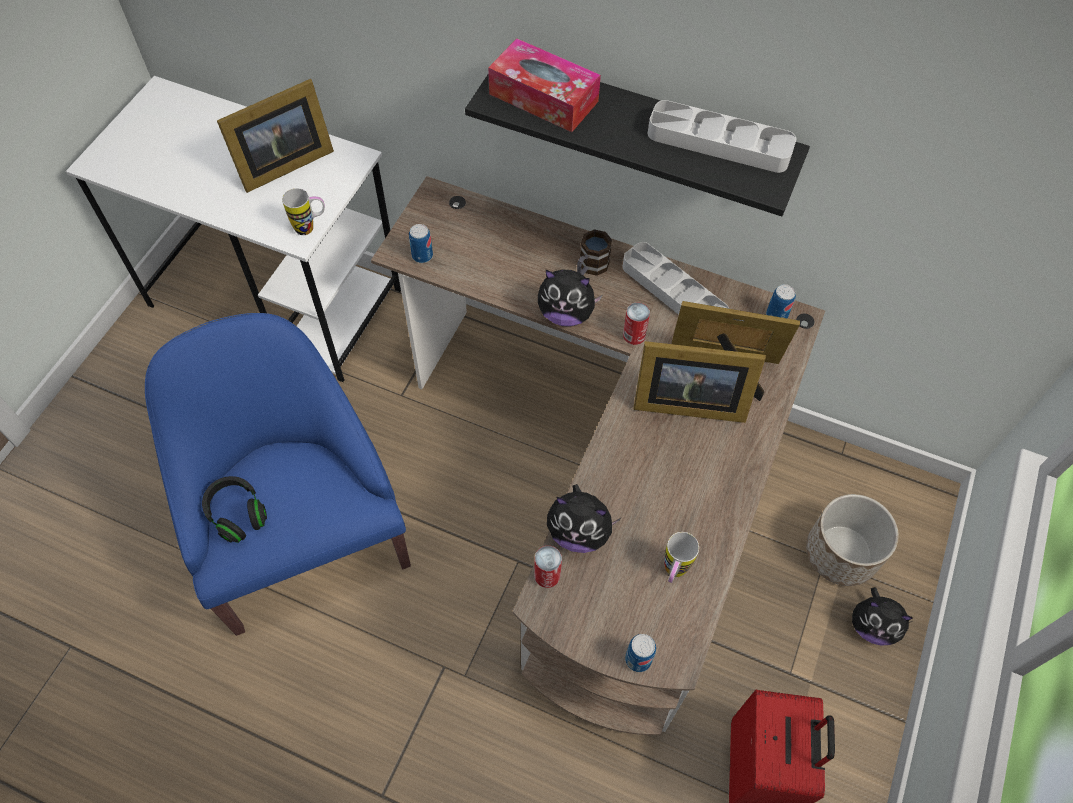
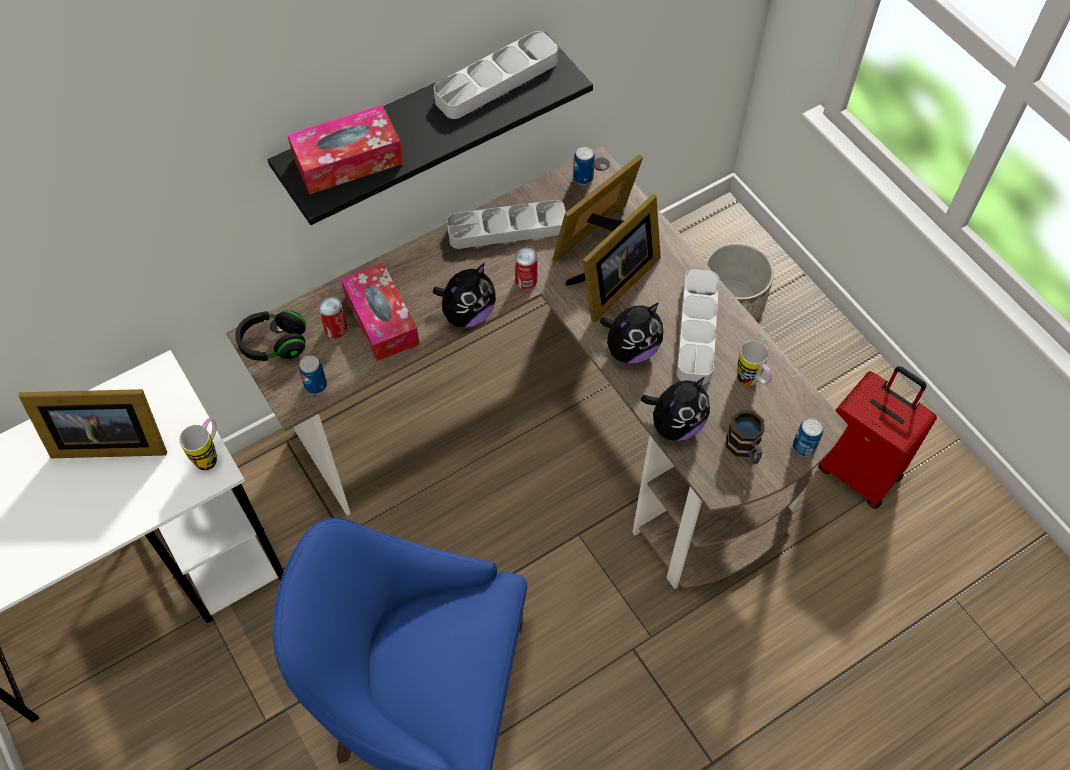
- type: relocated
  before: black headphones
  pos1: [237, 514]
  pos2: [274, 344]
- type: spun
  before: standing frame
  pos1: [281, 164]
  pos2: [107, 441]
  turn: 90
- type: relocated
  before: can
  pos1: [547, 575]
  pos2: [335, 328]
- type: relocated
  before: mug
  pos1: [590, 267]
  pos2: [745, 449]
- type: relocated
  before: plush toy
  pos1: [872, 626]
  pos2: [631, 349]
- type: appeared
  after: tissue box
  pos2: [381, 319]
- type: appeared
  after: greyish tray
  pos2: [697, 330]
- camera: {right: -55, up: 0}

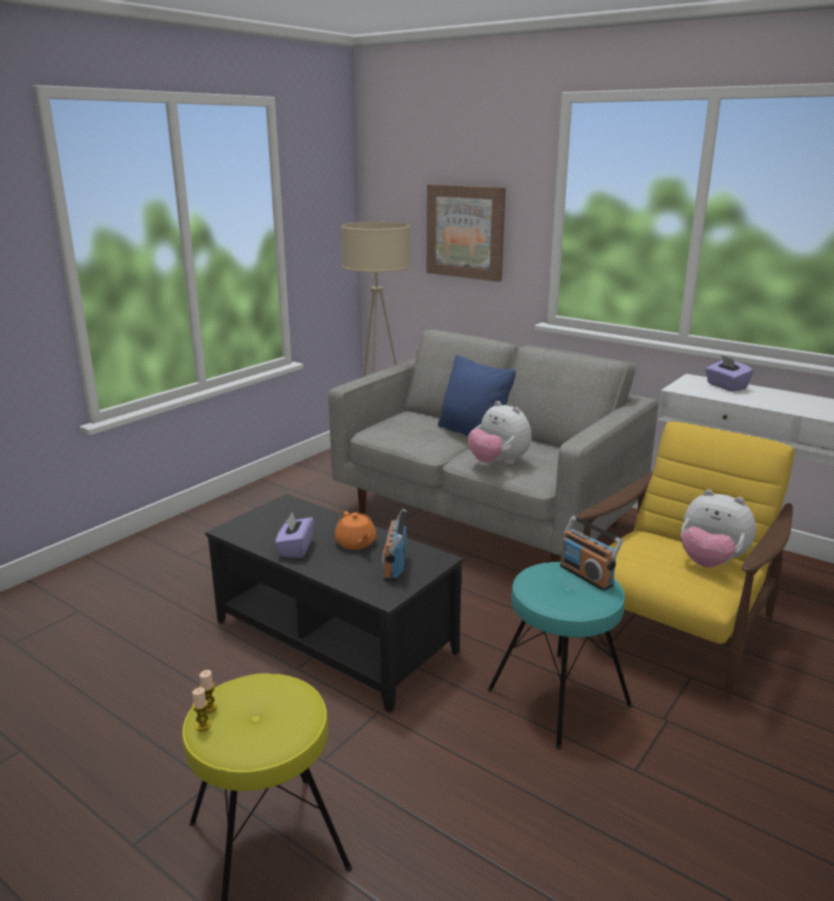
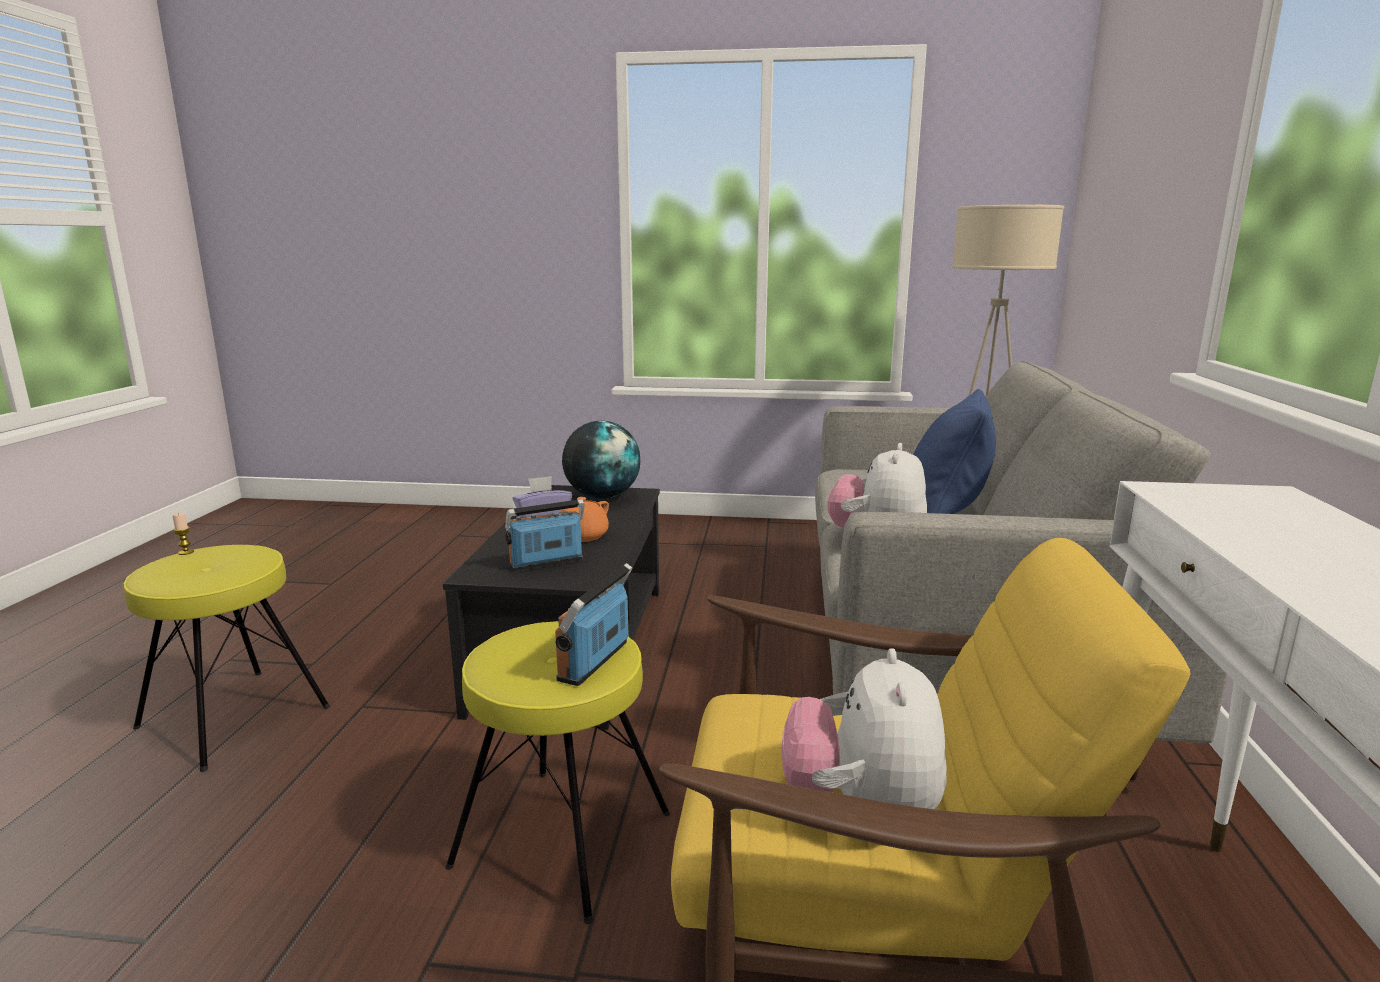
- type: missing
  before: candle
  pos1: [209, 708]
- type: missing
  before: wall picture
  pos1: [465, 232]
- type: colour
  before: turquoise-coloured sitting stool
  after: yellow sitting stool
  pos1: [559, 698]
  pos2: [563, 840]
- type: missing
  before: purple-coloured tissue box
  pos1: [726, 386]
- type: appeared
  after: desk globe
  pos2: [602, 497]
- camera: {right: 60, up: -5}

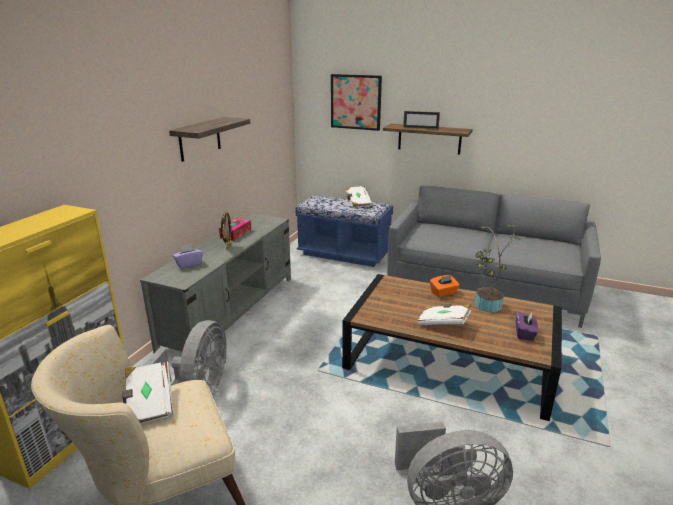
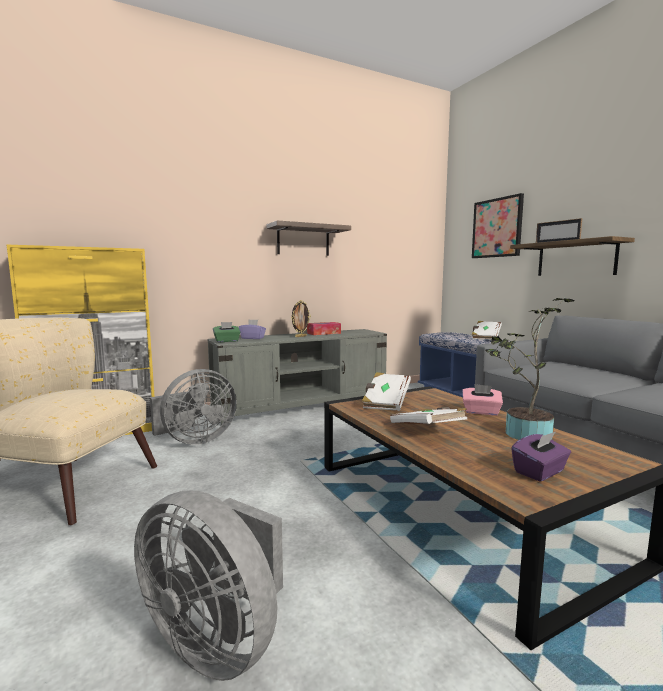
- type: relocated
  before: whitish volume
  pos1: [149, 404]
  pos2: [385, 402]
- type: colour
  before: orange-coloured tissue box
  after: pink-coloured tissue box
  pos1: [443, 293]
  pos2: [481, 412]
- type: appeared
  after: green-coloured tissue box
  pos2: [227, 341]
- camera: {right: 40, up: -15}

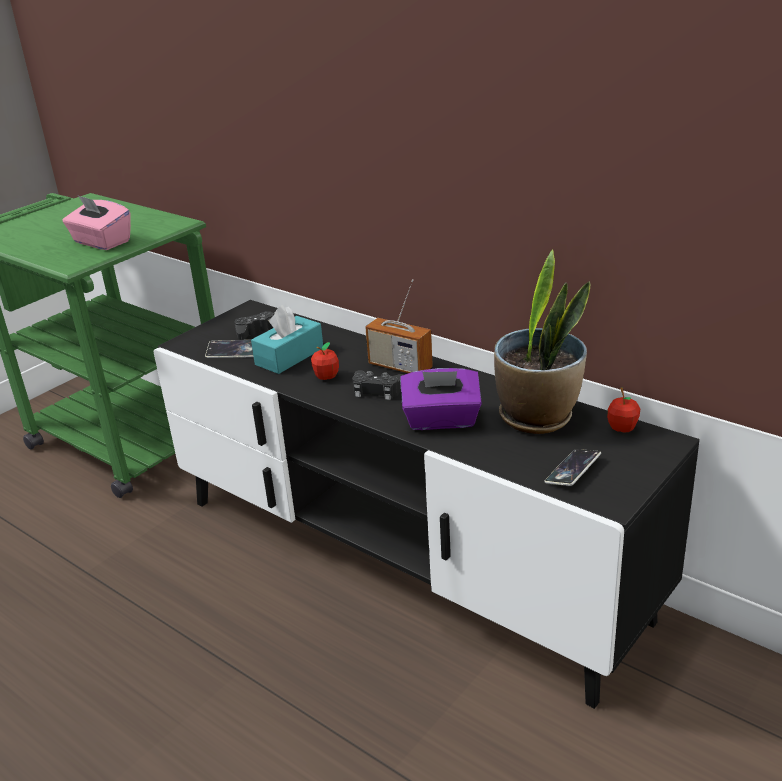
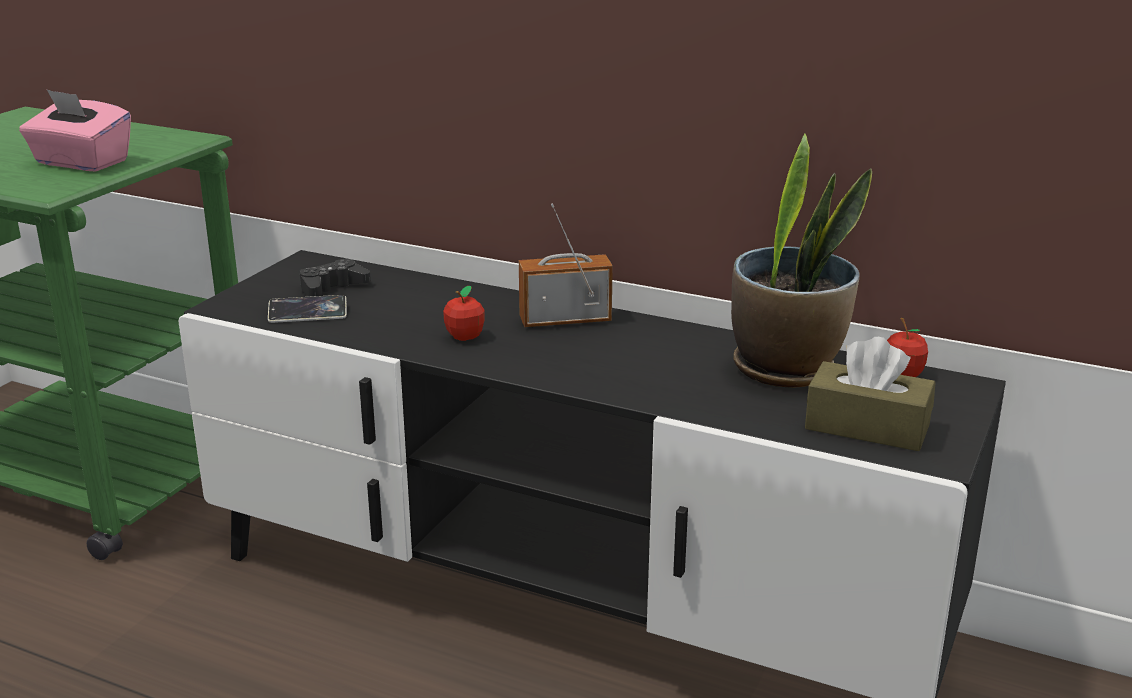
- type: missing
  before: turquoise-coloured tissue box
  pos1: [289, 356]
- type: missing
  before: black joypad
  pos1: [377, 390]
- type: spun
  before: radio receiver
  pos1: [400, 367]
  pos2: [565, 320]
  turn: 150
- type: missing
  before: purple-coloured tissue box
  pos1: [441, 420]
- type: exchanged
  before: telephone
  after: brown-coloured tissue box
  pos1: [572, 471]
  pos2: [867, 427]
- camera: {right: -15, up: -5}

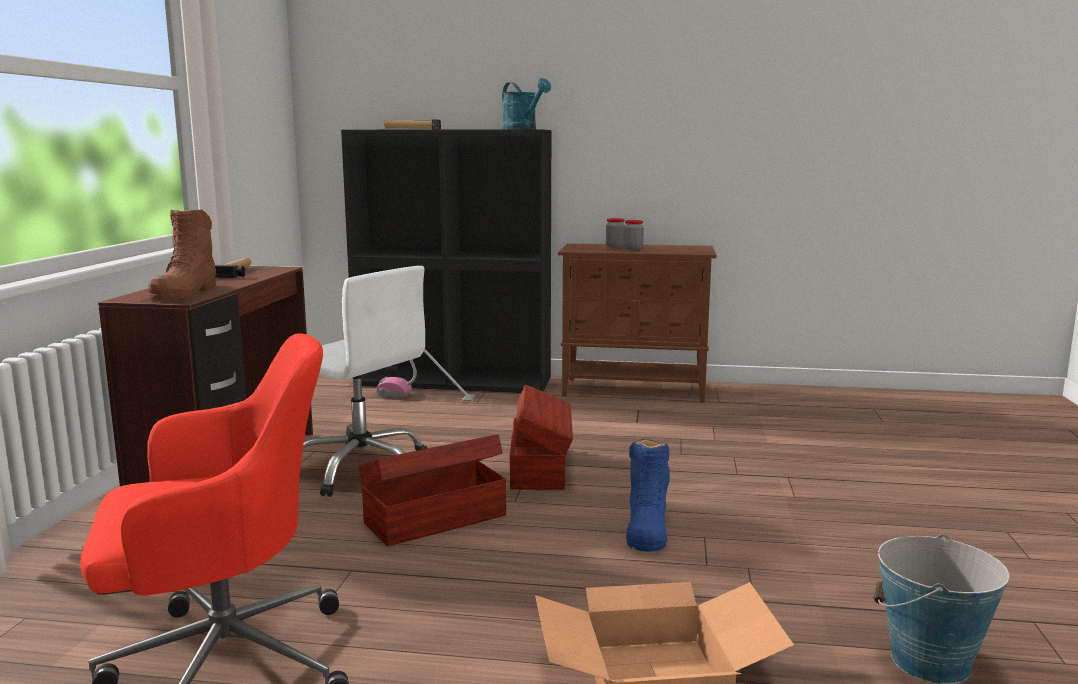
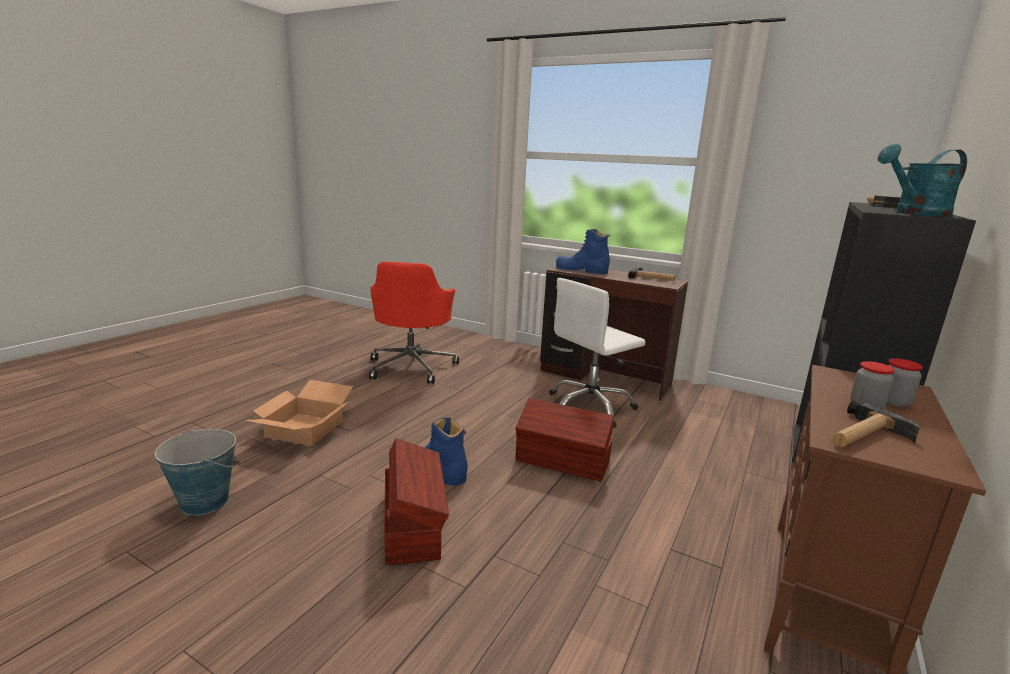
- type: colour
  before: brown-coloured high-top boot
  after: bluish high-top boot
  pos1: [186, 292]
  pos2: [581, 270]
- type: relocated
  before: brown-coloured storage box
  pos1: [433, 519]
  pos2: [413, 524]
- type: missing
  before: vacuum cleaner
  pos1: [426, 396]
- type: appeared
  after: tool hammer
  pos2: [863, 436]
- camera: {right: 110, up: 5}

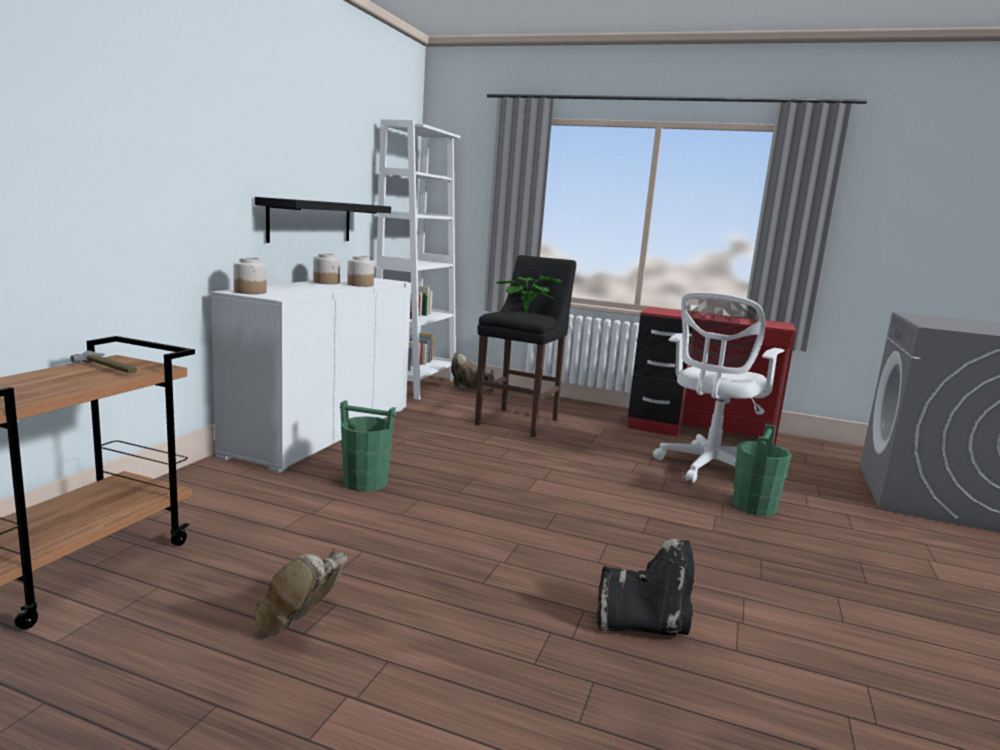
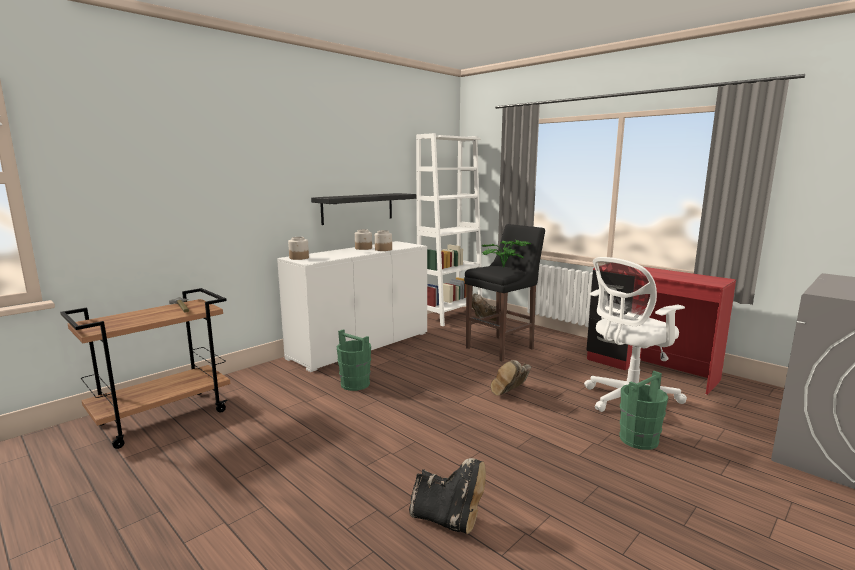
- type: relocated
  before: brown-coloured high-top boot
  pos1: [304, 622]
  pos2: [511, 393]
- camera: {right: 25, up: 0}

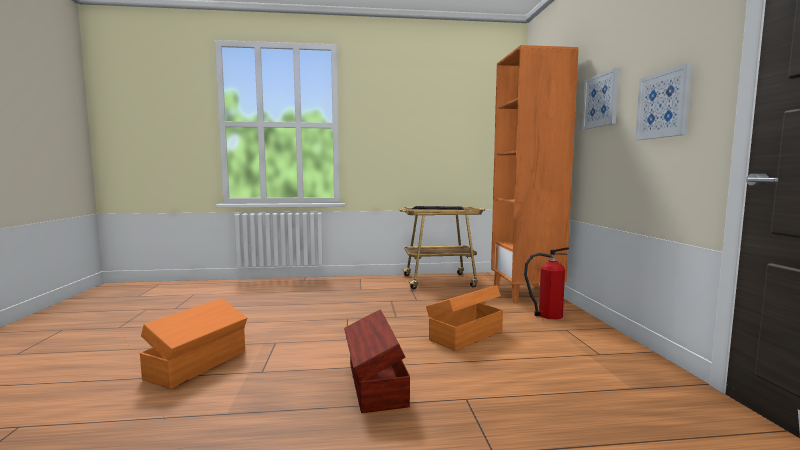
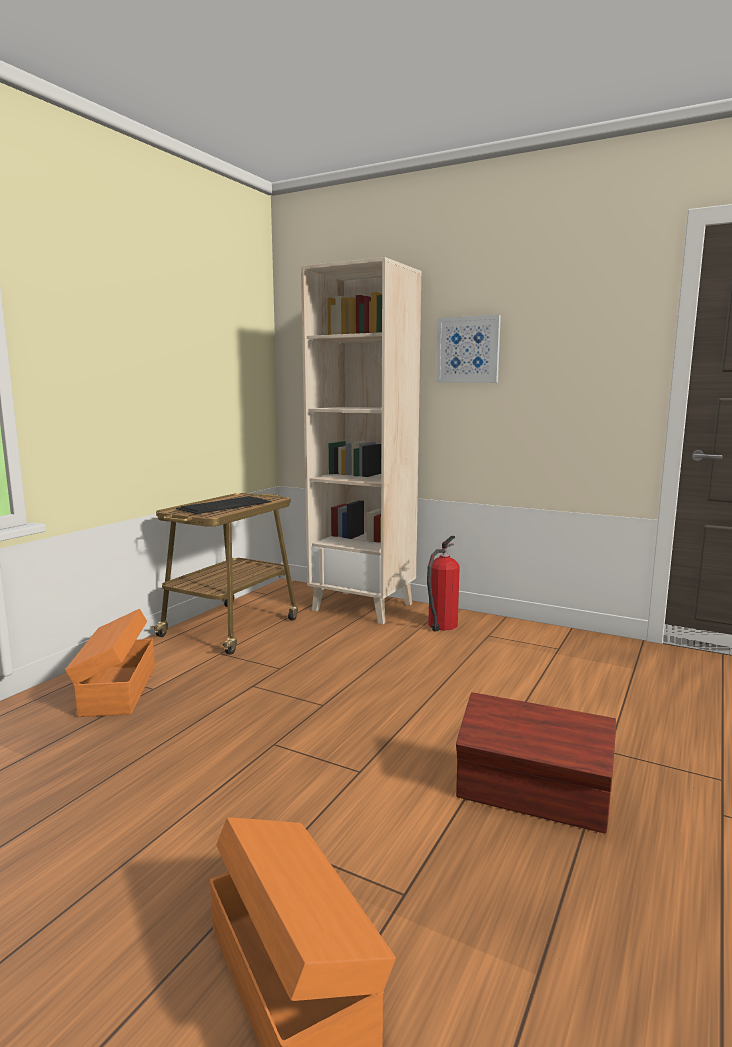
- type: relocated
  before: orange-coloured storage box
  pos1: [465, 335]
  pos2: [117, 690]
- type: colour
  before: orange-coloured bookshelf
  after: beige-coloured bookshelf
  pos1: [526, 294]
  pos2: [363, 607]
- type: missing
  before: wall picture
  pos1: [663, 105]
- camera: {right: -55, up: 5}

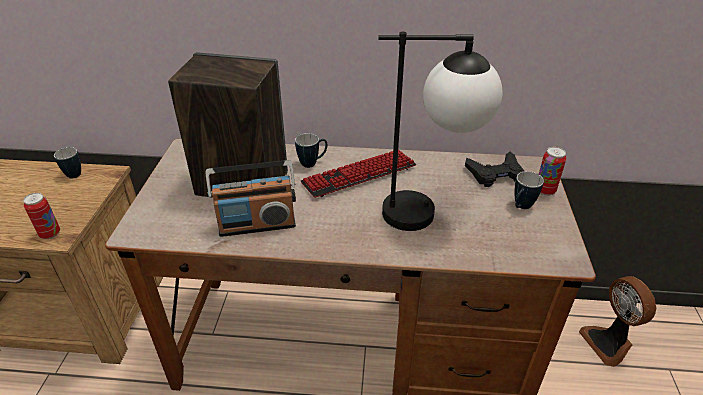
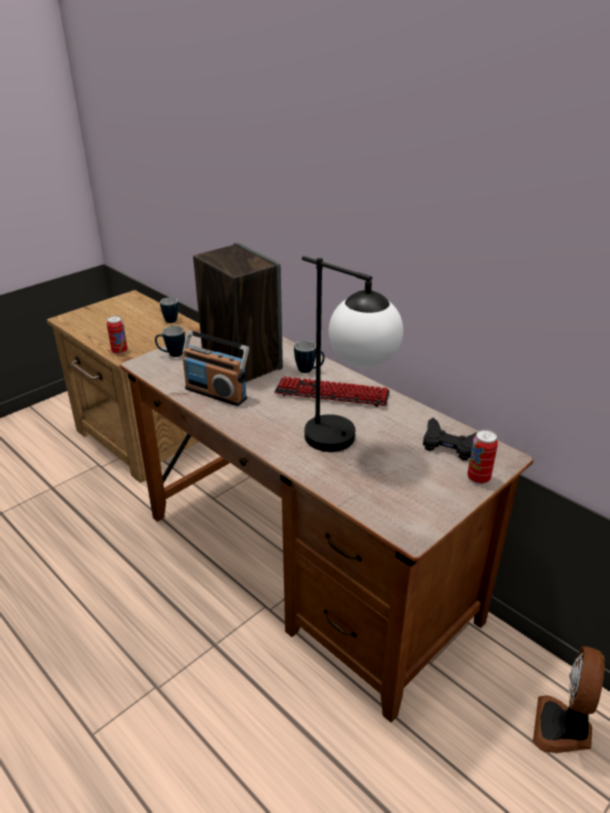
- type: relocated
  before: mug
  pos1: [521, 207]
  pos2: [172, 354]
- camera: {right: 40, up: -5}

